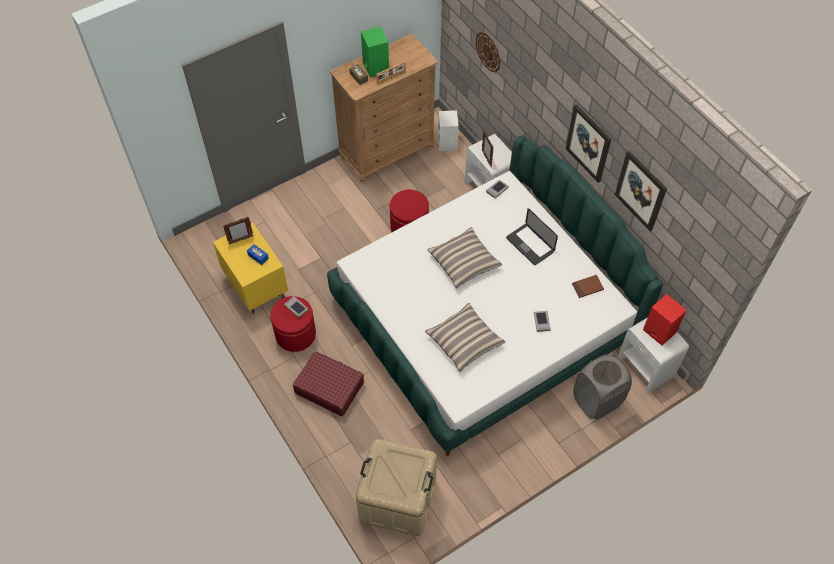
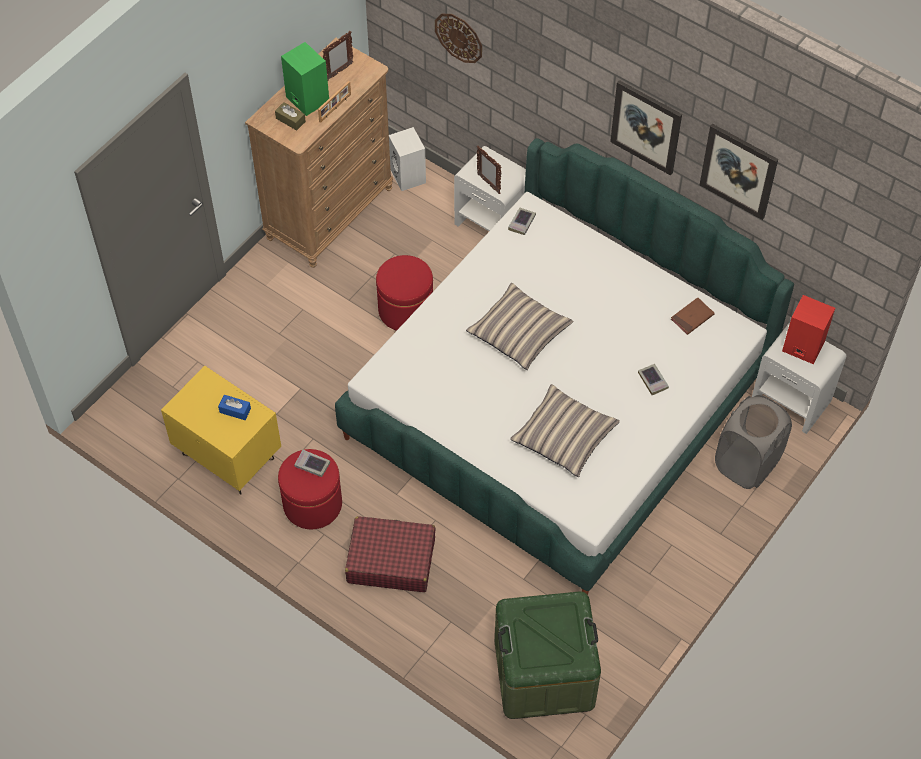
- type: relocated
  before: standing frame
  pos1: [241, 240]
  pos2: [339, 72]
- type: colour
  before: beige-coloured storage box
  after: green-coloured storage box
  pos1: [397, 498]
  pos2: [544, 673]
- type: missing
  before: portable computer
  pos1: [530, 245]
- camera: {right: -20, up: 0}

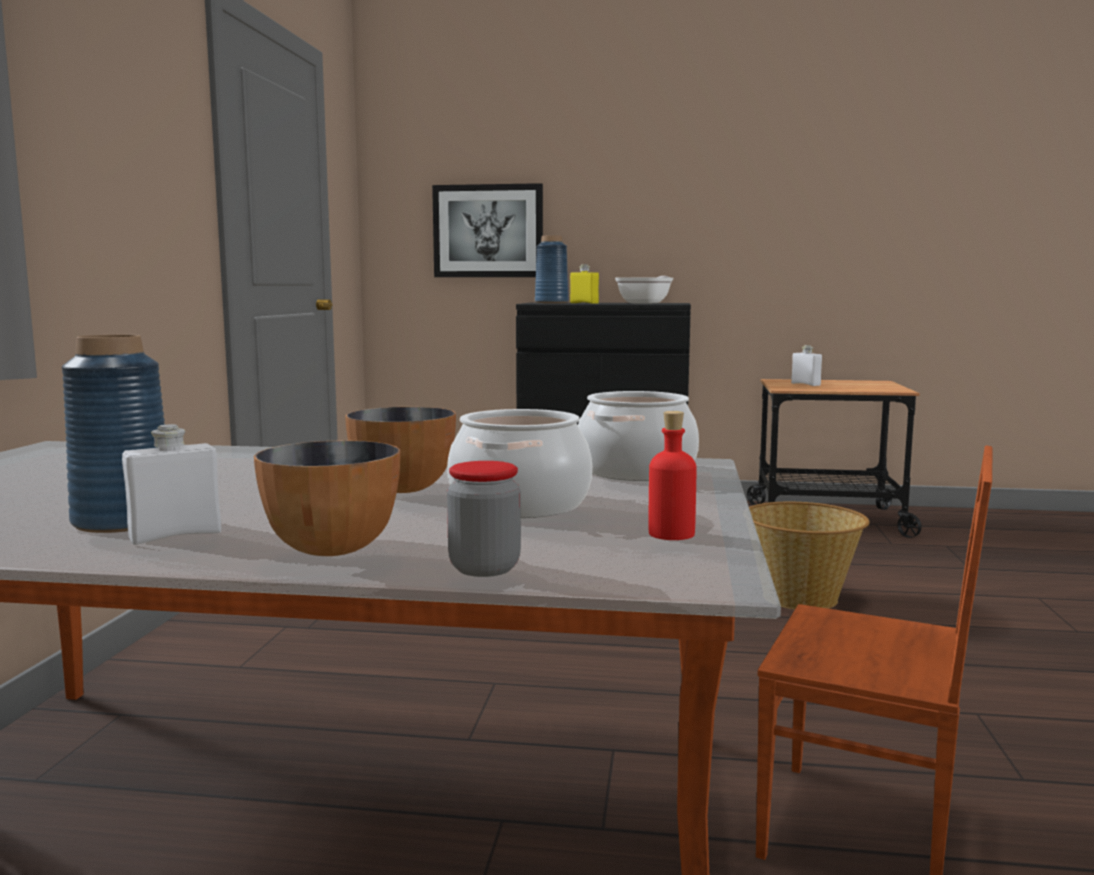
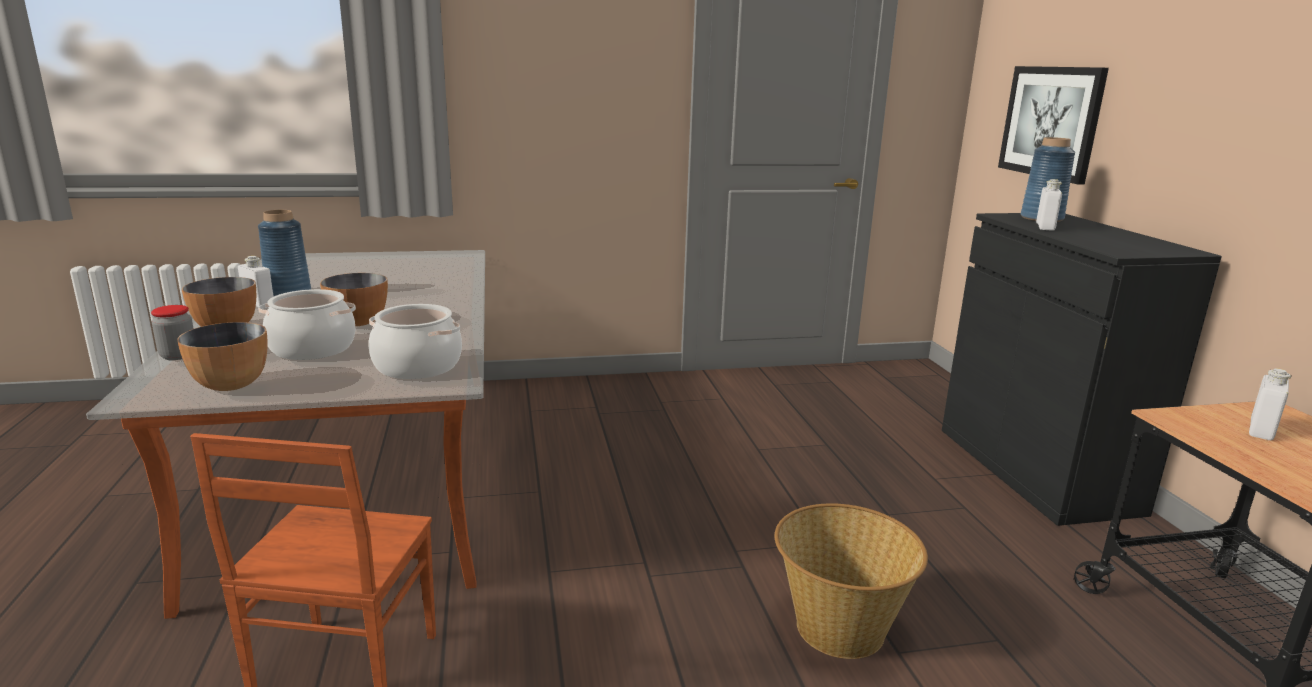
- type: colour
  before: yellow beverage bottle
  after: whitish beverage bottle
  pos1: [584, 303]
  pos2: [1045, 227]
- type: missing
  before: frying pan
  pos1: [647, 303]
- type: exchanged
  before: red-coloured beverage bottle
  after: serving bowl
  pos1: [671, 534]
  pos2: [230, 385]
- camera: {right: 70, up: 10}

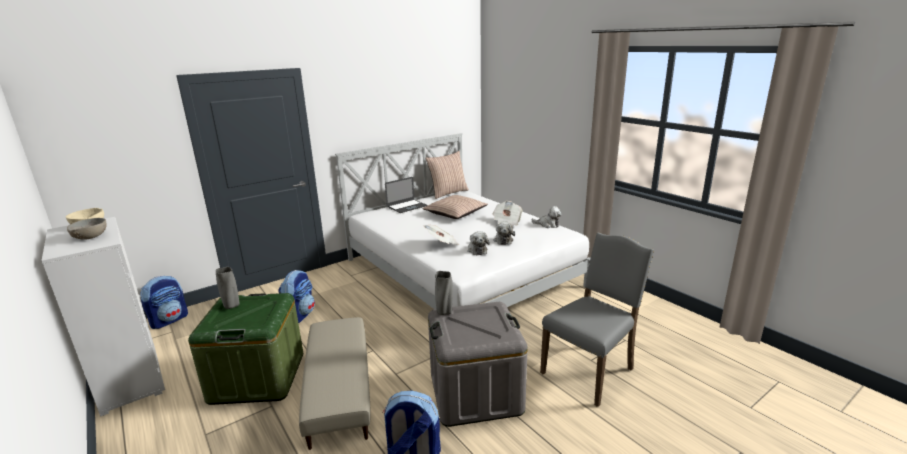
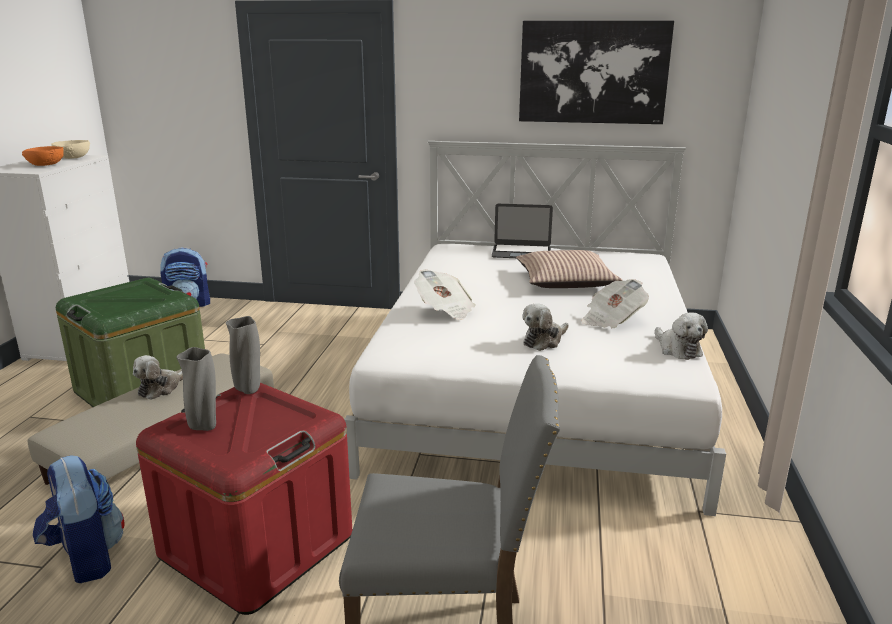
- type: colour
  before: greyish serving bowl
  after: orange-coloured serving bowl
  pos1: [90, 236]
  pos2: [45, 164]
- type: relocated
  before: greyish vase
  pos1: [231, 306]
  pos2: [204, 426]
- type: missing
  before: backpack
  pos1: [300, 315]
- type: missing
  before: throw pillow
  pos1: [448, 193]
- type: colour
  before: greyish storage box
  after: red-coloured storage box
  pos1: [475, 393]
  pos2: [256, 546]
- type: relocated
  before: plush toy
  pos1: [477, 250]
  pos2: [161, 388]
- type: appeared
  after: wall picture
  pos2: [593, 72]
- camera: {right: 45, up: 0}

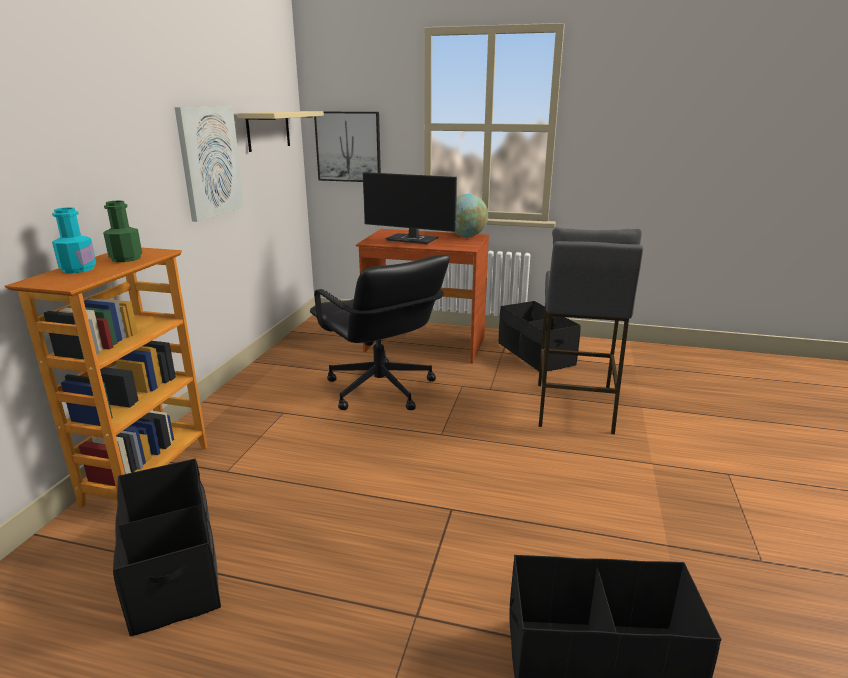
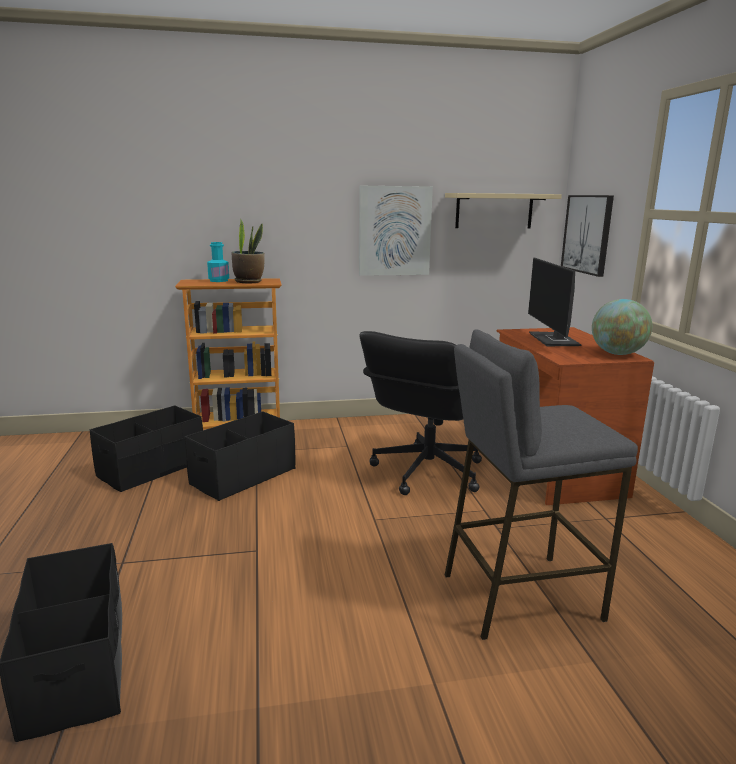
- type: exchanged
  before: green-coloured beverage bottle
  after: plant in a pot
  pos1: [126, 258]
  pos2: [249, 282]
- type: relocated
  before: black storage box
  pos1: [535, 354]
  pos2: [243, 476]
- camera: {right: 65, up: -5}

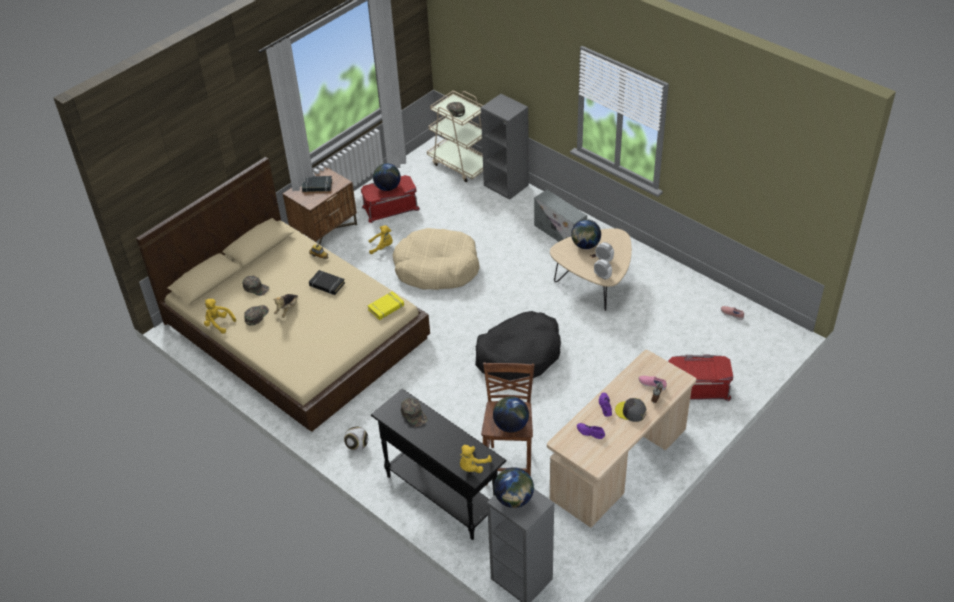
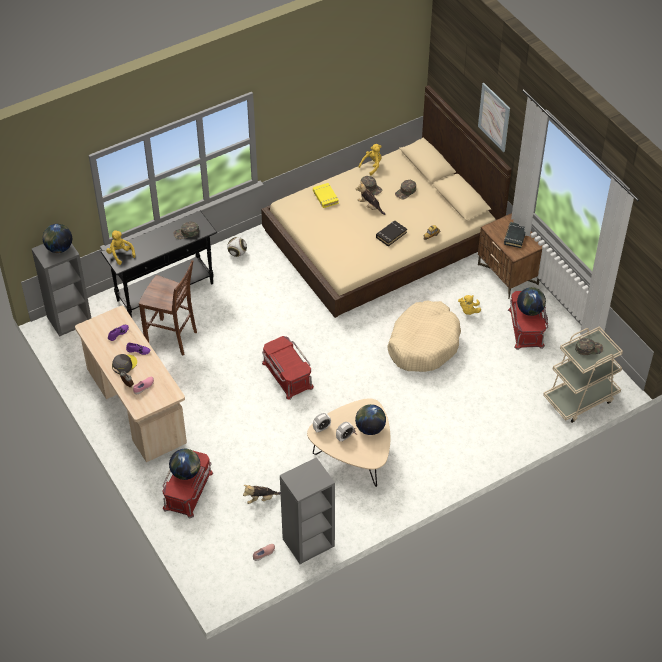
- type: relocated
  before: yellow volume
  pos1: [386, 307]
  pos2: [325, 197]
- type: exchanged
  before: black pet bed
  after: red-coloured storage box
  pos1: [519, 355]
  pos2: [286, 375]
- type: relocated
  before: greyish bookshelf
  pos1: [506, 185]
  pos2: [308, 543]
- type: relocated
  before: desk globe
  pos1: [511, 425]
  pos2: [186, 473]
- type: missing
  before: greyish storage box
  pos1: [560, 234]
- type: appeared
  after: plush toy
  pos2: [261, 499]
- type: appeared
  after: wall picture
  pos2: [494, 117]
- camera: {right: 105, up: 5}

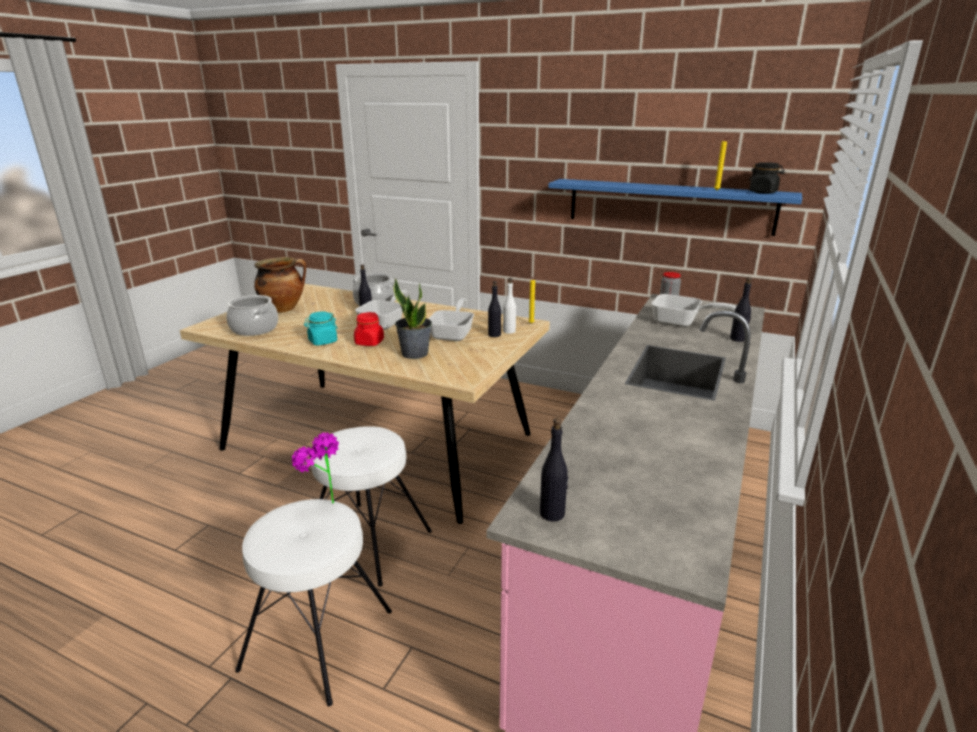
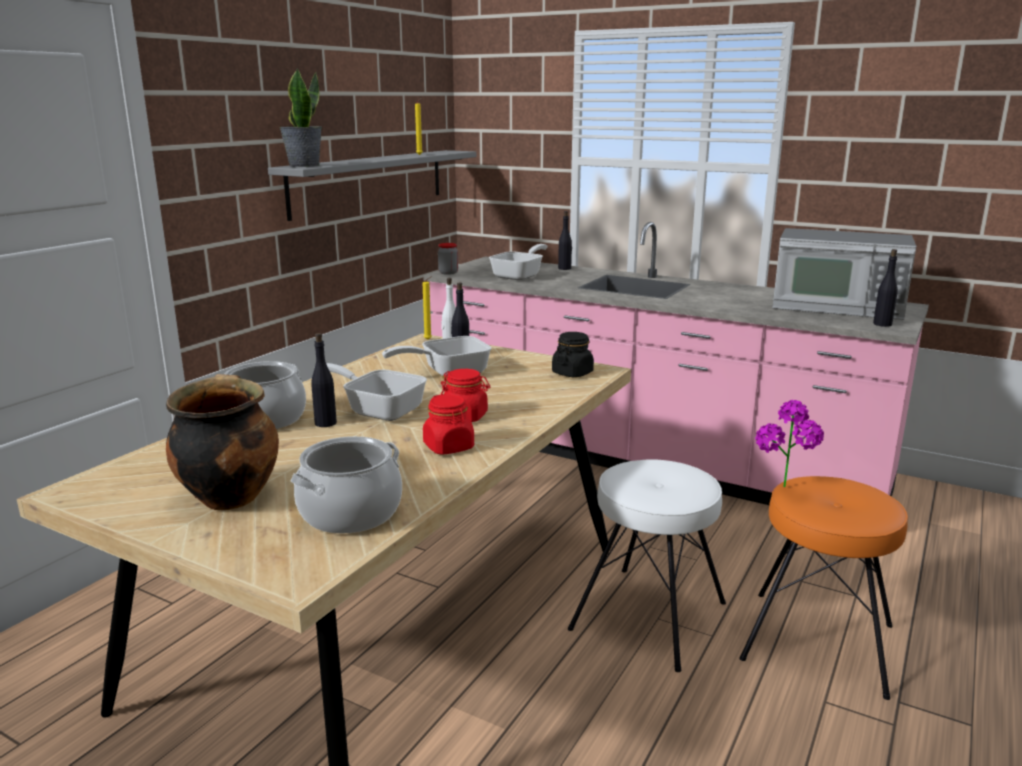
- type: colour
  before: whitish sitting stool
  after: orange-coloured sitting stool
  pos1: [319, 639]
  pos2: [817, 640]
- type: colour
  before: turquoise-coloured jar
  after: red-coloured jar
  pos1: [322, 341]
  pos2: [449, 447]
- type: relocated
  before: plant in a pot
  pos1: [415, 353]
  pos2: [303, 165]
- type: spun
  before: frying pan
  pos1: [453, 333]
  pos2: [447, 373]
  turn: -45
- type: colour
  before: bluish bracket shelf
  after: greyish bracket shelf
  pos1: [669, 206]
  pos2: [370, 182]
- type: relocated
  before: black jar
  pos1: [763, 192]
  pos2: [572, 373]
- type: appeared
  after: microwave
  pos2: [837, 306]
- camera: {right: -85, up: -5}

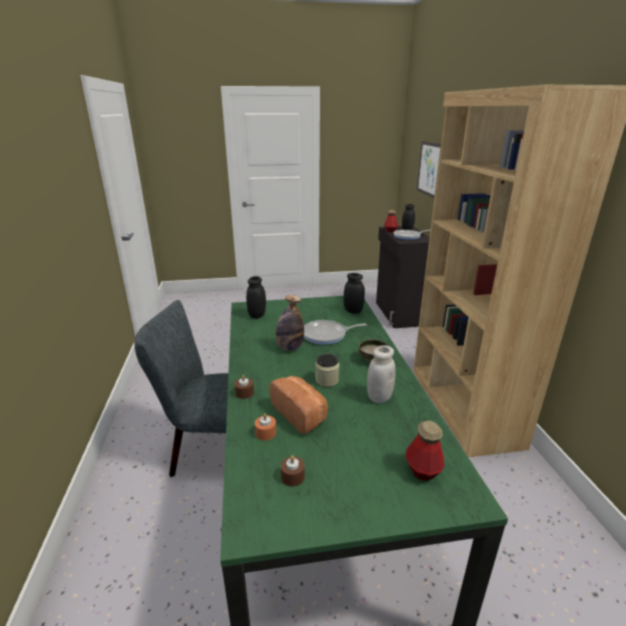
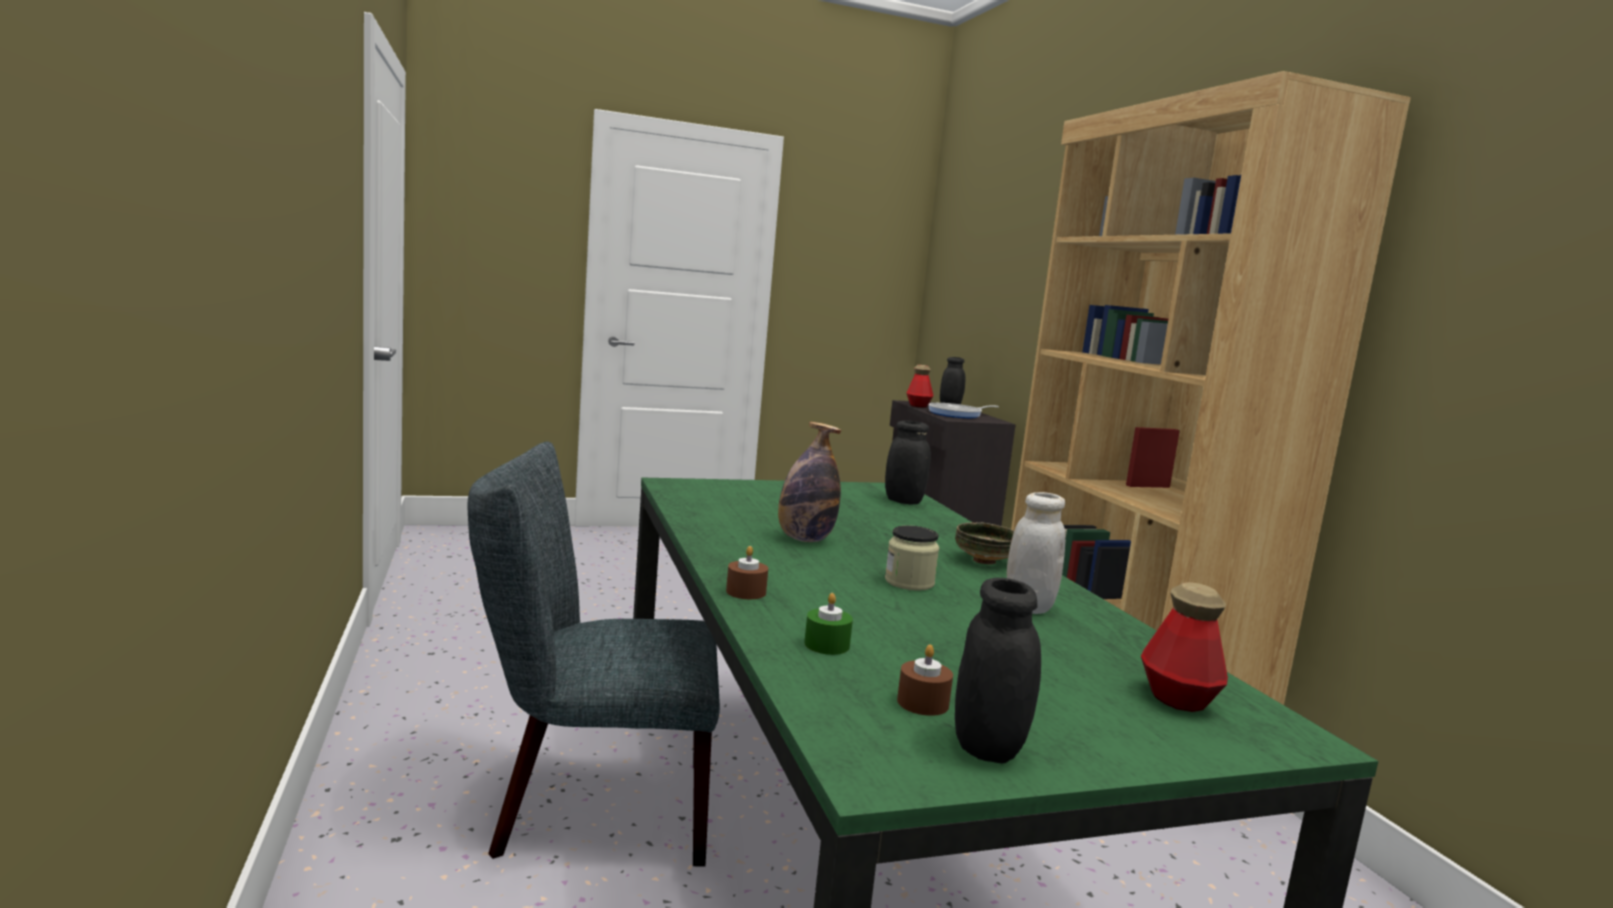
- type: relocated
  before: black jar
  pos1: [257, 315]
  pos2: [988, 747]
- type: colour
  before: orange-coloured candle
  after: green-coloured candle
  pos1: [266, 433]
  pos2: [827, 645]
- type: missing
  before: bread
  pos1: [301, 414]
- type: missing
  before: frying pan
  pos1: [326, 335]
- type: missing
  before: wall picture
  pos1: [429, 169]
- camera: {right: -10, up: -15}

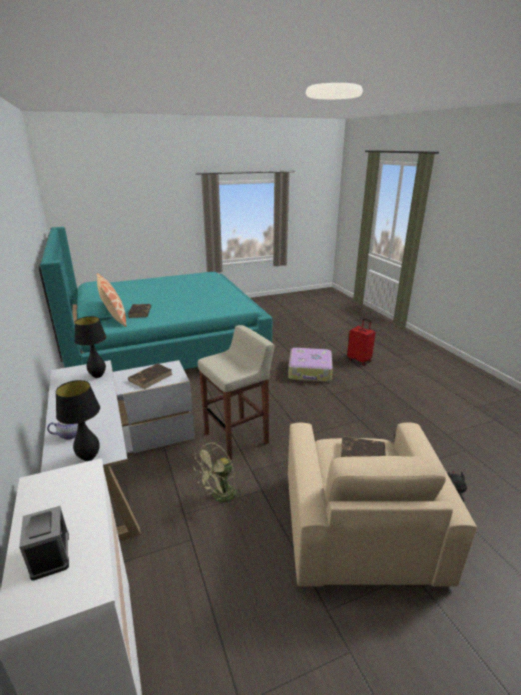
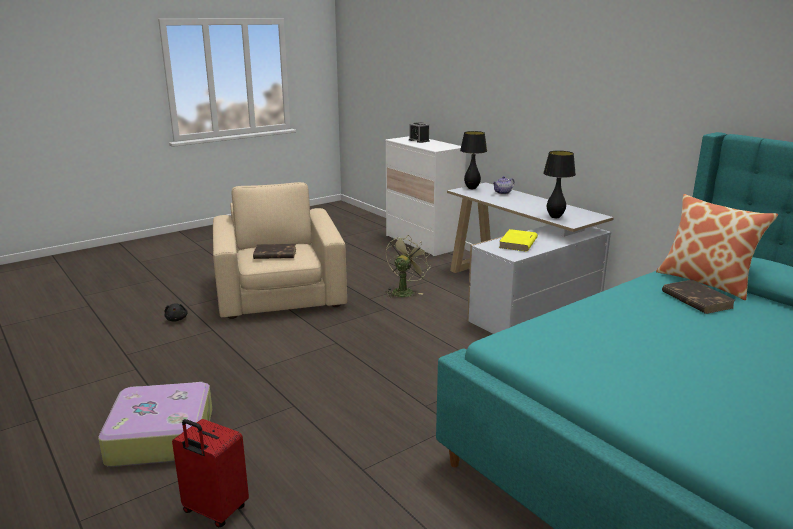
- type: colour
  before: brown-coloured volume
  after: yellow volume
  pos1: [151, 377]
  pos2: [518, 243]
- type: missing
  before: beige-coloured sitting stool
  pos1: [237, 438]
- type: relocated
  before: travel case
  pos1: [310, 371]
  pos2: [161, 436]
- camera: {right: 165, up: -5}

